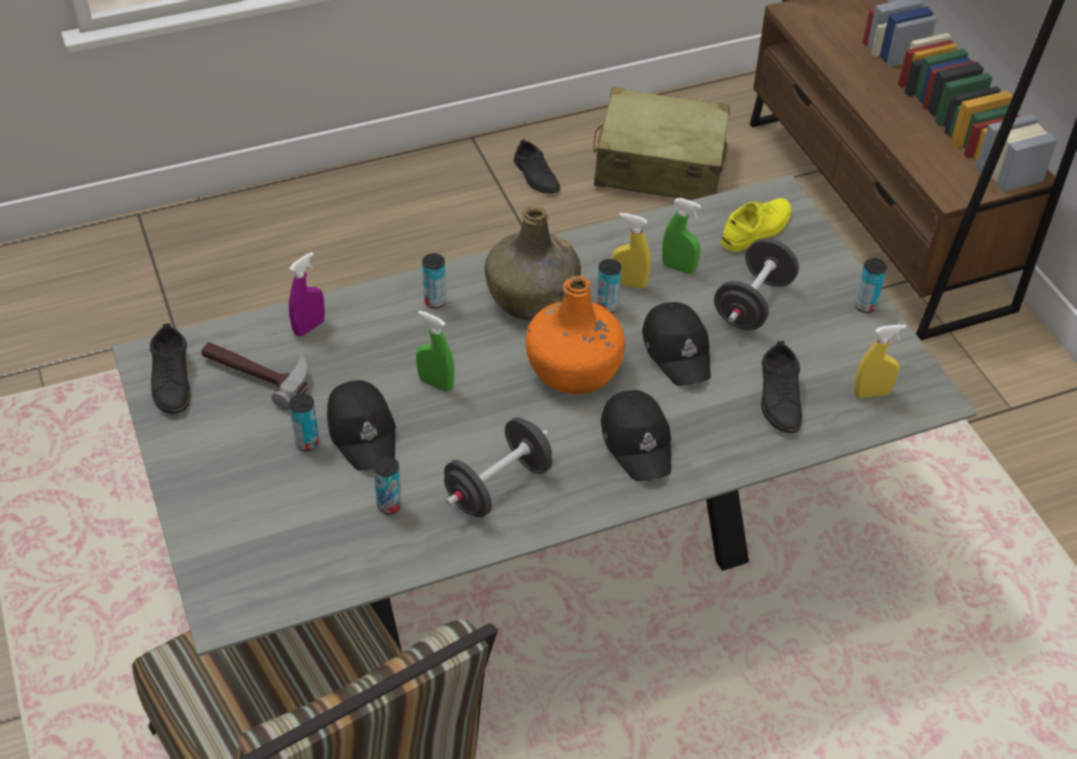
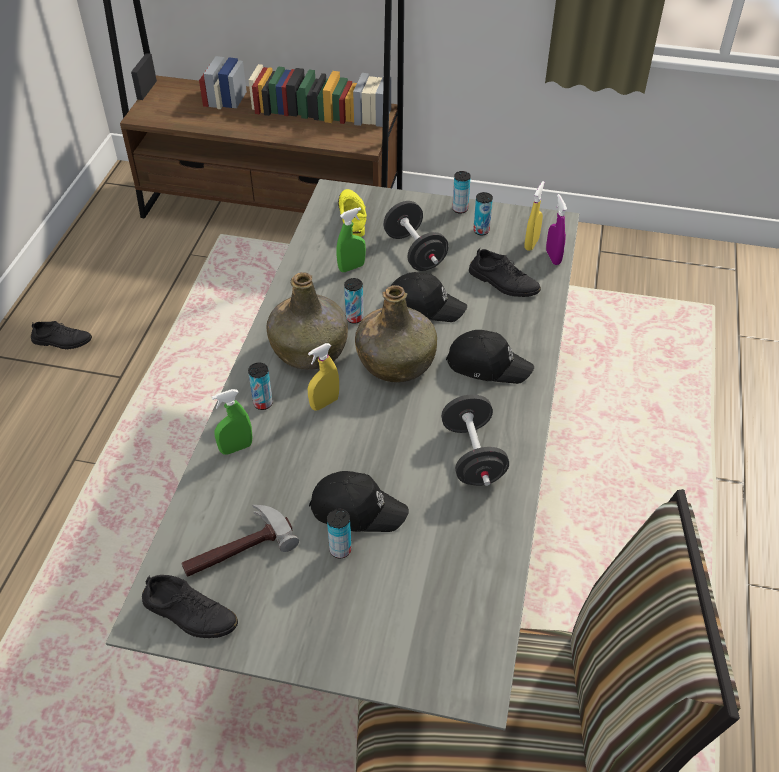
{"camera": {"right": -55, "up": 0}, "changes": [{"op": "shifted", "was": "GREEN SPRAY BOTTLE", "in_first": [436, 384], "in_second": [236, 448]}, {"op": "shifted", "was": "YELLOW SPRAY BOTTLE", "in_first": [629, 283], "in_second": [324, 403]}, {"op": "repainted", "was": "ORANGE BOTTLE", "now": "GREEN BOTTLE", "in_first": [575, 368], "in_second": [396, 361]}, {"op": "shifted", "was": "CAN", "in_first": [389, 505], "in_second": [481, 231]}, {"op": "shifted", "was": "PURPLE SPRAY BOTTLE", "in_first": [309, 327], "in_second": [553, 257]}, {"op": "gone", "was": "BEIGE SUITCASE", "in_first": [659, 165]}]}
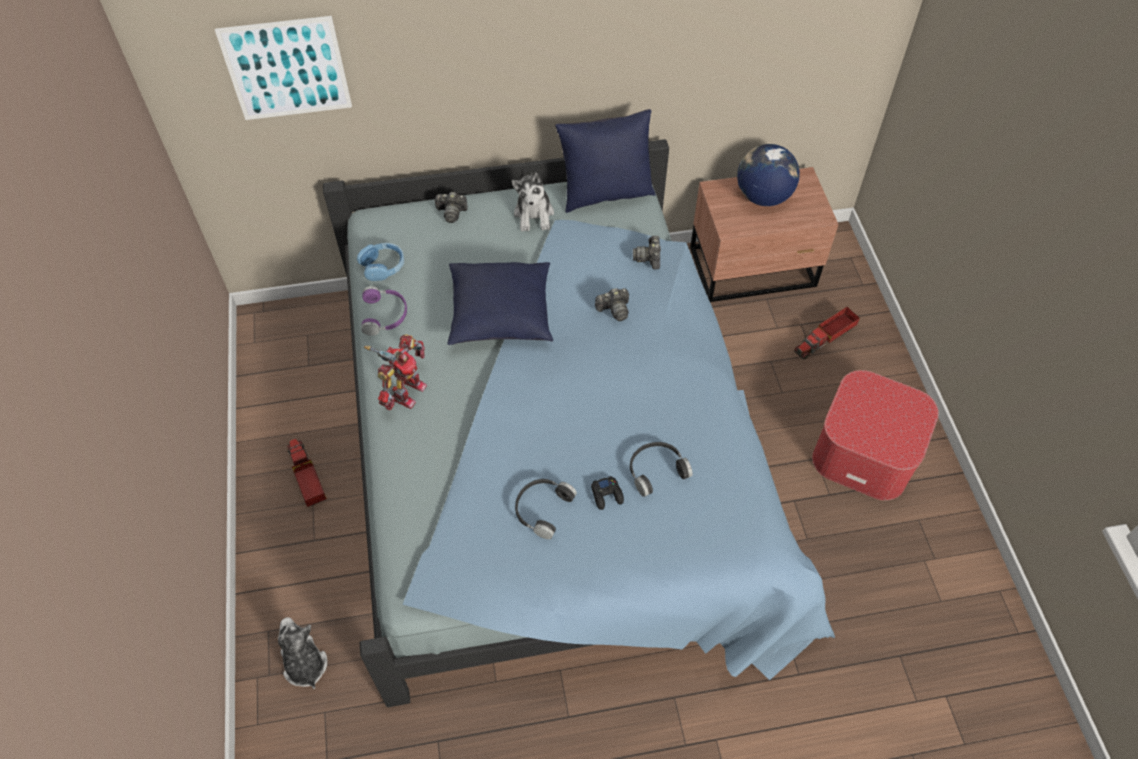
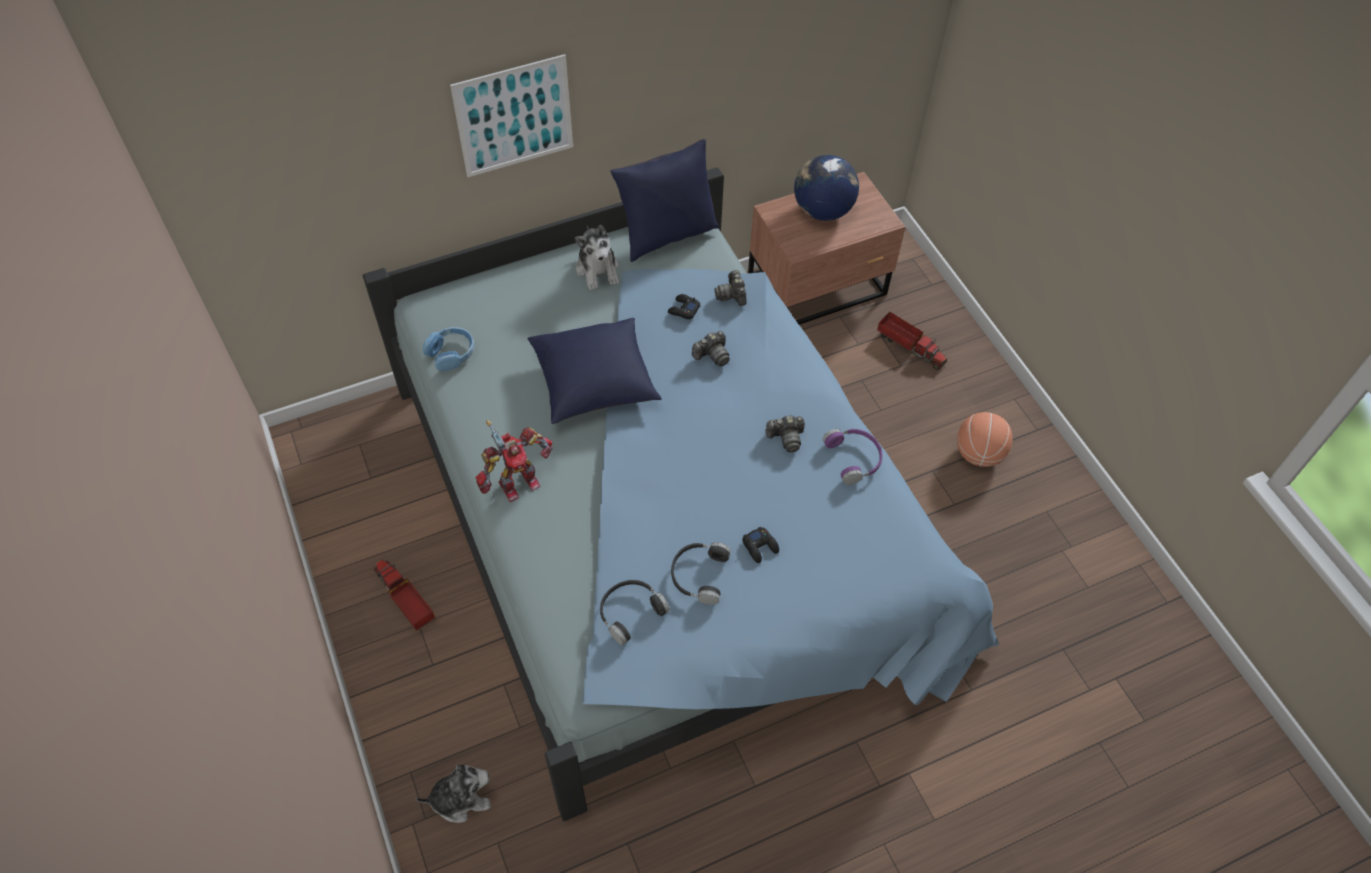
{"camera": {"right": -15, "up": 0}, "changes": [{"op": "rotated", "was": "PLUSH TOY", "in_first": [304, 664], "in_second": [461, 797], "clockwise": 120}, {"op": "shifted", "was": "PICTURE", "in_first": [286, 69], "in_second": [514, 116]}, {"op": "rotated", "was": "TOY ROBOT", "in_first": [406, 391], "in_second": [517, 482], "clockwise": 45}, {"op": "shifted", "was": "BLACK HEADPHONES", "in_first": [656, 470], "in_second": [629, 611]}, {"op": "new", "now": "BLACK GAME CONTROLLER", "in_second": [683, 309]}, {"op": "shifted", "was": "PHOTO CAMERA", "in_first": [451, 212], "in_second": [786, 438]}, {"op": "shifted", "was": "PURPLE HEADPHONES", "in_first": [385, 315], "in_second": [854, 458]}, {"op": "rotated", "was": "TOY TRUCK", "in_first": [825, 338], "in_second": [909, 346], "clockwise": -90}, {"op": "swapped", "was": "OTTOMAN", "now": "BASKETBALL", "in_first": [866, 451], "in_second": [978, 453]}]}
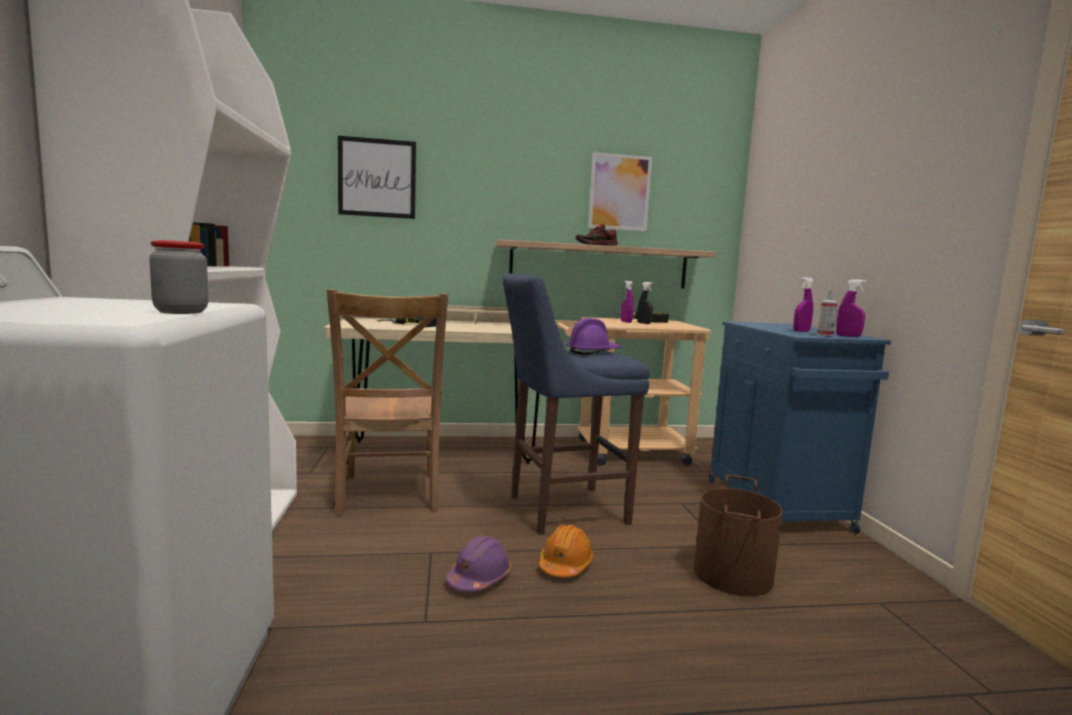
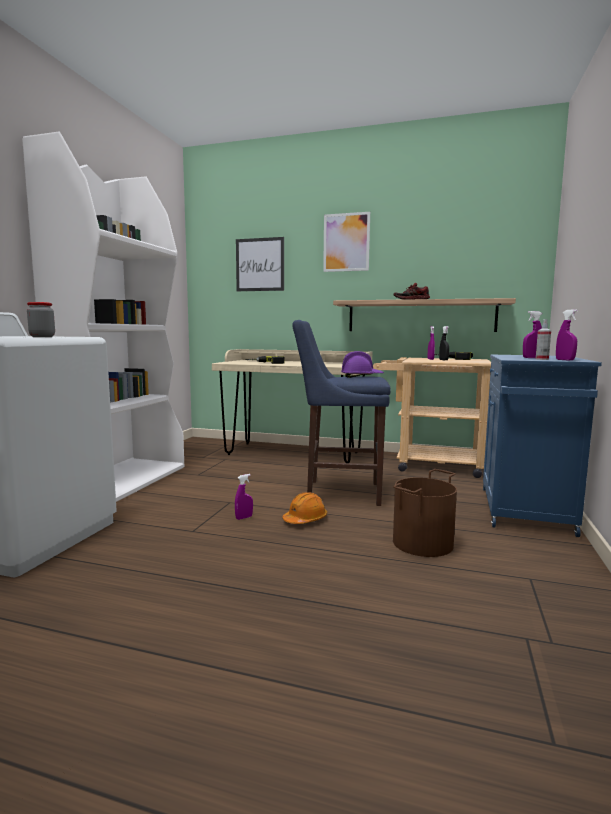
{"camera": {"right": 25, "up": 0}, "changes": [{"op": "swapped", "was": "PURPLE HARD HAT", "now": "PURPLE SPRAY BOTTLE", "in_first": [479, 578], "in_second": [244, 517]}, {"op": "shifted", "was": "PICTURE", "in_first": [619, 192], "in_second": [346, 242]}, {"op": "gone", "was": "BROWN CHAIR", "in_first": [388, 495]}]}
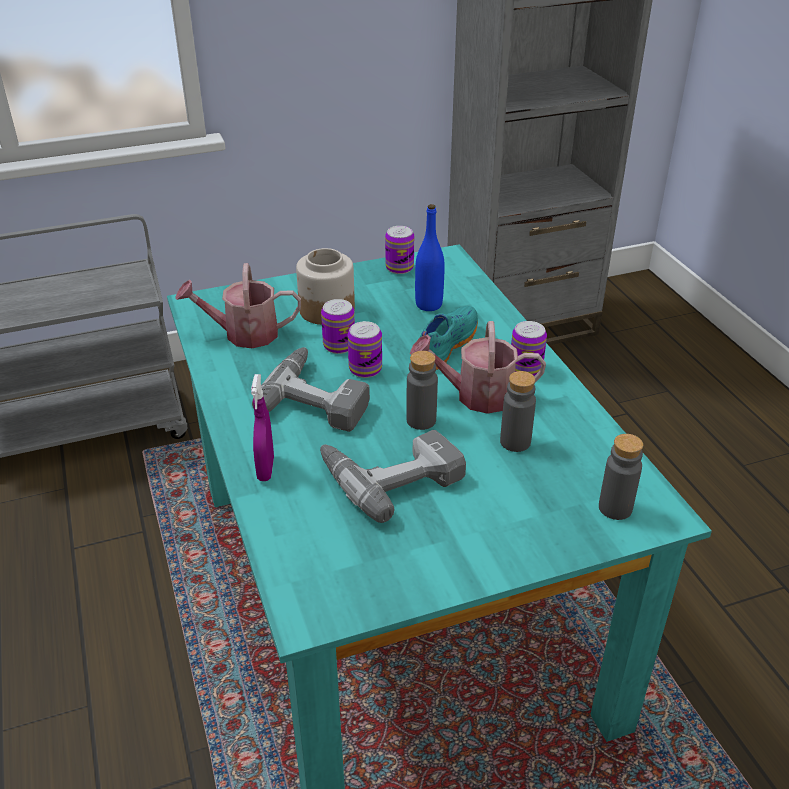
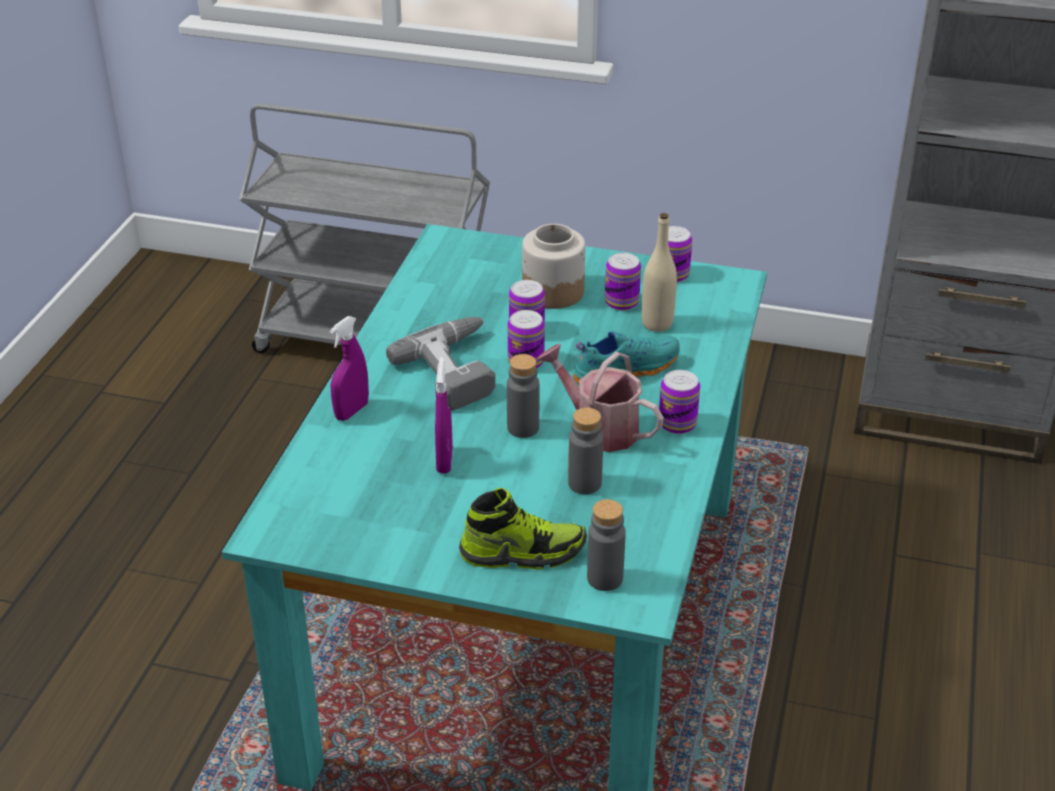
{"camera": {"right": 35, "up": 0}, "changes": [{"op": "swapped", "was": "POWER DRILL", "now": "PURPLE SPRAY BOTTLE", "in_first": [390, 474], "in_second": [444, 461]}, {"op": "new", "now": "SHOE", "in_second": [522, 552]}, {"op": "new", "now": "CAN", "in_second": [621, 302]}, {"op": "repainted", "was": "BLUE BOTTLE", "now": "BEIGE BOTTLE", "in_first": [428, 305], "in_second": [657, 324]}, {"op": "gone", "was": "WATERING CAN", "in_first": [243, 334]}]}
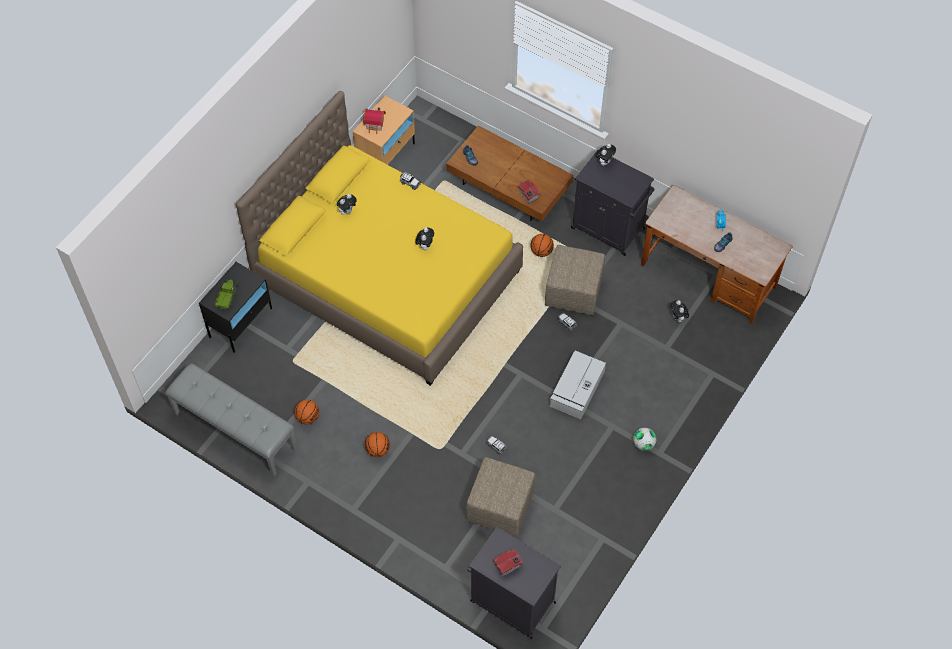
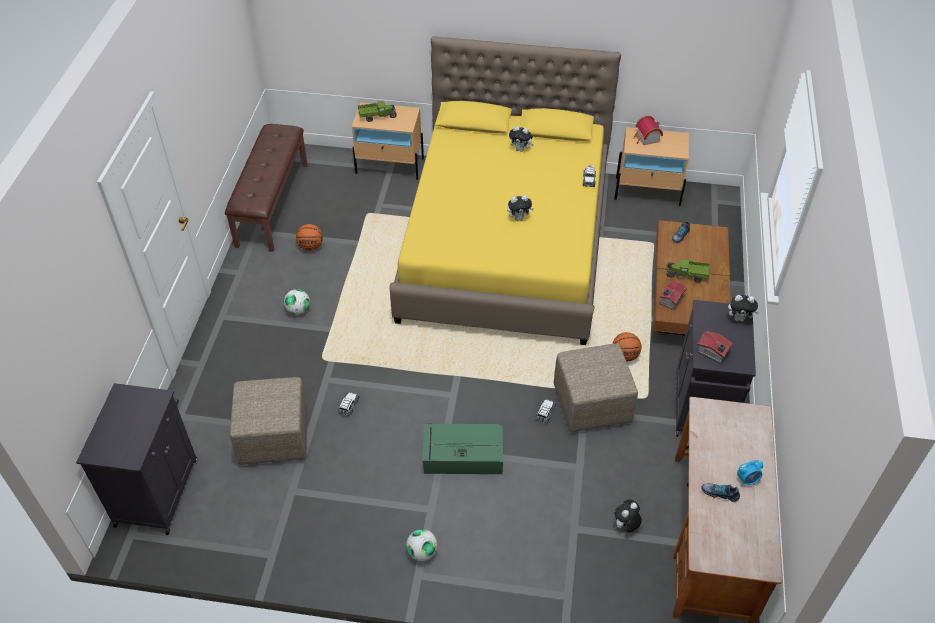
{"camera": {"right": 65, "up": -10}, "changes": [{"op": "repainted", "was": "GREY BENCH", "now": "BROWN BENCH", "in_first": [234, 431], "in_second": [271, 204]}, {"op": "swapped", "was": "BASKETBALL", "now": "FOOTBALL", "in_first": [377, 450], "in_second": [298, 310]}, {"op": "repainted", "was": "BLACK NIGHTSTAND", "now": "BEIGE NIGHTSTAND", "in_first": [241, 322], "in_second": [390, 166]}, {"op": "repainted", "was": "GREY STORAGE BOX", "now": "GREEN STORAGE BOX", "in_first": [576, 389], "in_second": [461, 455]}, {"op": "new", "now": "TOY TRUCK", "in_second": [687, 275]}, {"op": "shifted", "was": "TOY HOUSE", "in_first": [508, 566], "in_second": [713, 353]}]}
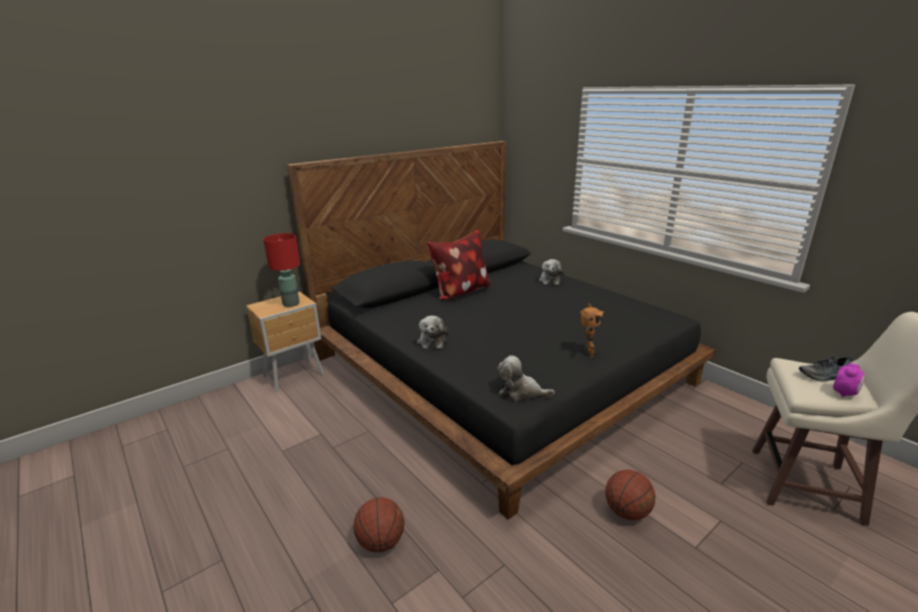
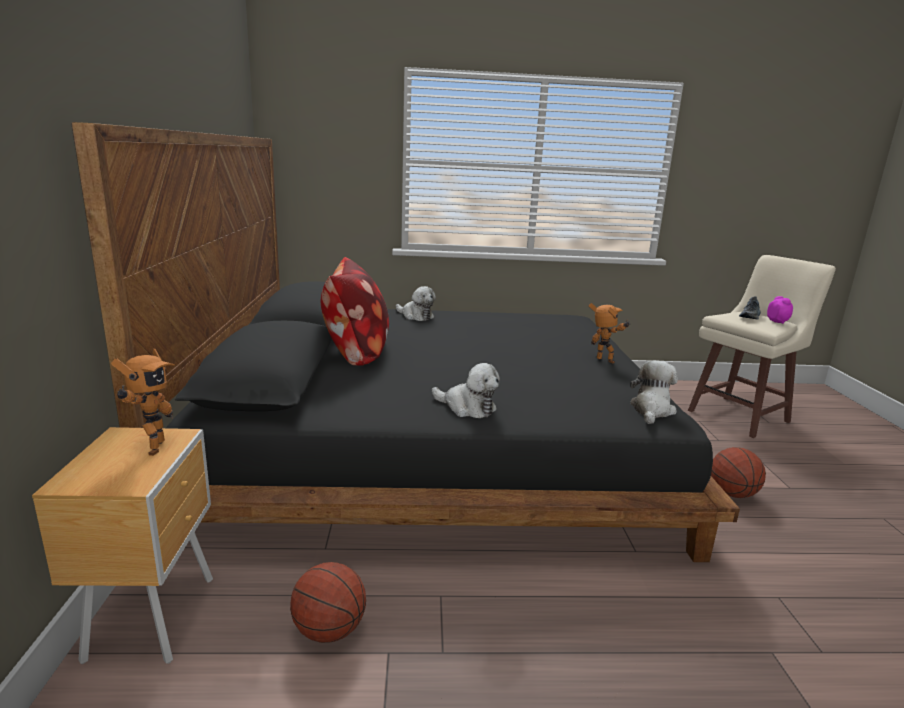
{"camera": {"right": -55, "up": -5}, "changes": [{"op": "swapped", "was": "RED TABLE LAMP", "now": "TOY ROBOT", "in_first": [291, 303], "in_second": [151, 448]}, {"op": "shifted", "was": "BASKETBALL", "in_first": [381, 542], "in_second": [329, 630]}, {"op": "rotated", "was": "PLUSH TOY", "in_first": [521, 392], "in_second": [651, 410], "clockwise": 150}]}
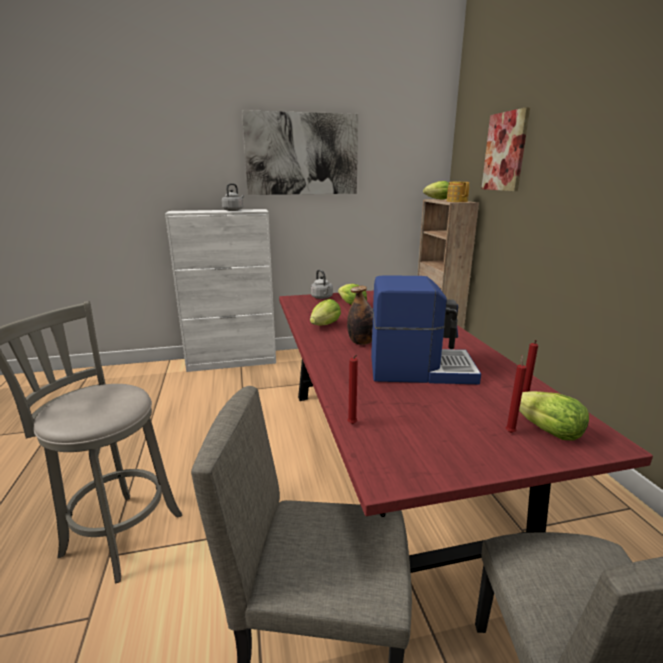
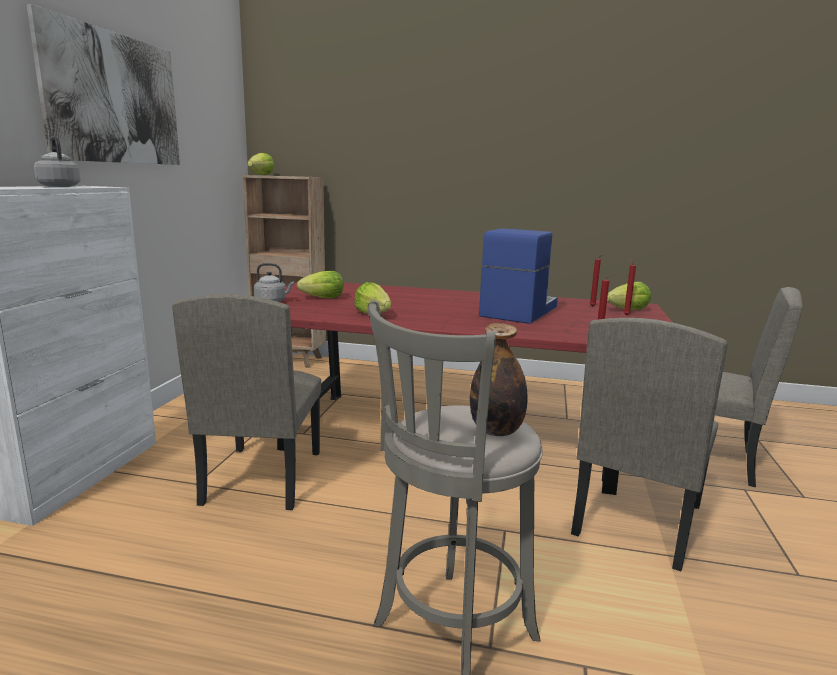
{"camera": {"right": -65, "up": -5}, "changes": [{"op": "new", "now": "BEIGE CHAIR", "in_second": [262, 477]}, {"op": "shifted", "was": "BOTTLE", "in_first": [361, 342], "in_second": [496, 431]}, {"op": "gone", "was": "TEAPOT", "in_first": [457, 201]}, {"op": "gone", "was": "PICTURE", "in_first": [505, 152]}]}
